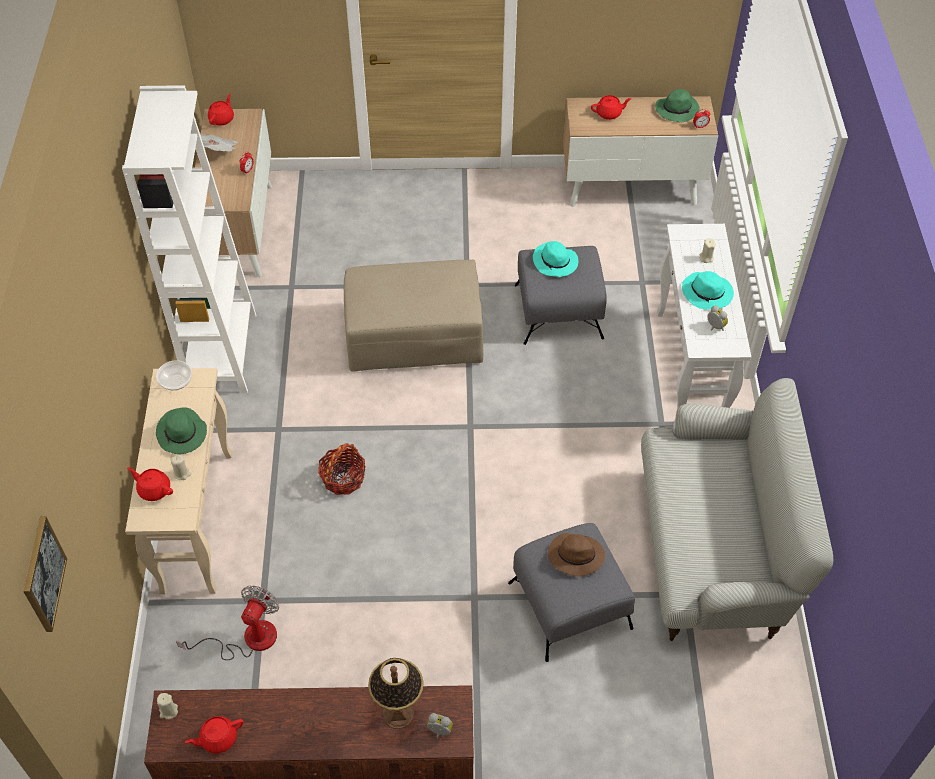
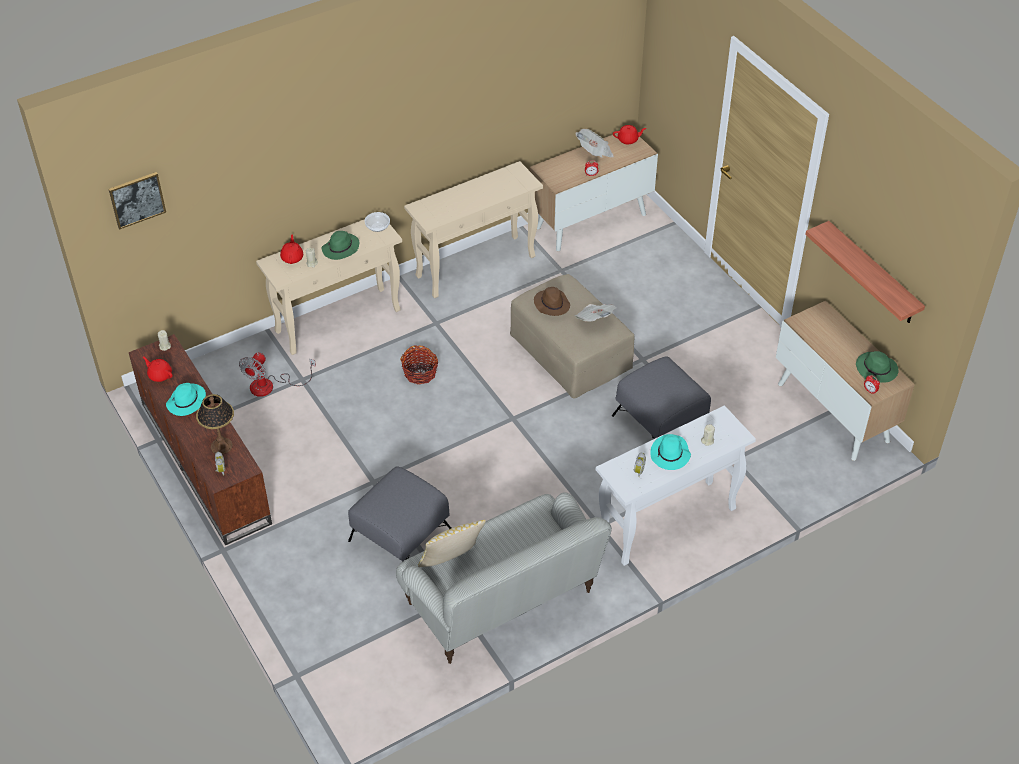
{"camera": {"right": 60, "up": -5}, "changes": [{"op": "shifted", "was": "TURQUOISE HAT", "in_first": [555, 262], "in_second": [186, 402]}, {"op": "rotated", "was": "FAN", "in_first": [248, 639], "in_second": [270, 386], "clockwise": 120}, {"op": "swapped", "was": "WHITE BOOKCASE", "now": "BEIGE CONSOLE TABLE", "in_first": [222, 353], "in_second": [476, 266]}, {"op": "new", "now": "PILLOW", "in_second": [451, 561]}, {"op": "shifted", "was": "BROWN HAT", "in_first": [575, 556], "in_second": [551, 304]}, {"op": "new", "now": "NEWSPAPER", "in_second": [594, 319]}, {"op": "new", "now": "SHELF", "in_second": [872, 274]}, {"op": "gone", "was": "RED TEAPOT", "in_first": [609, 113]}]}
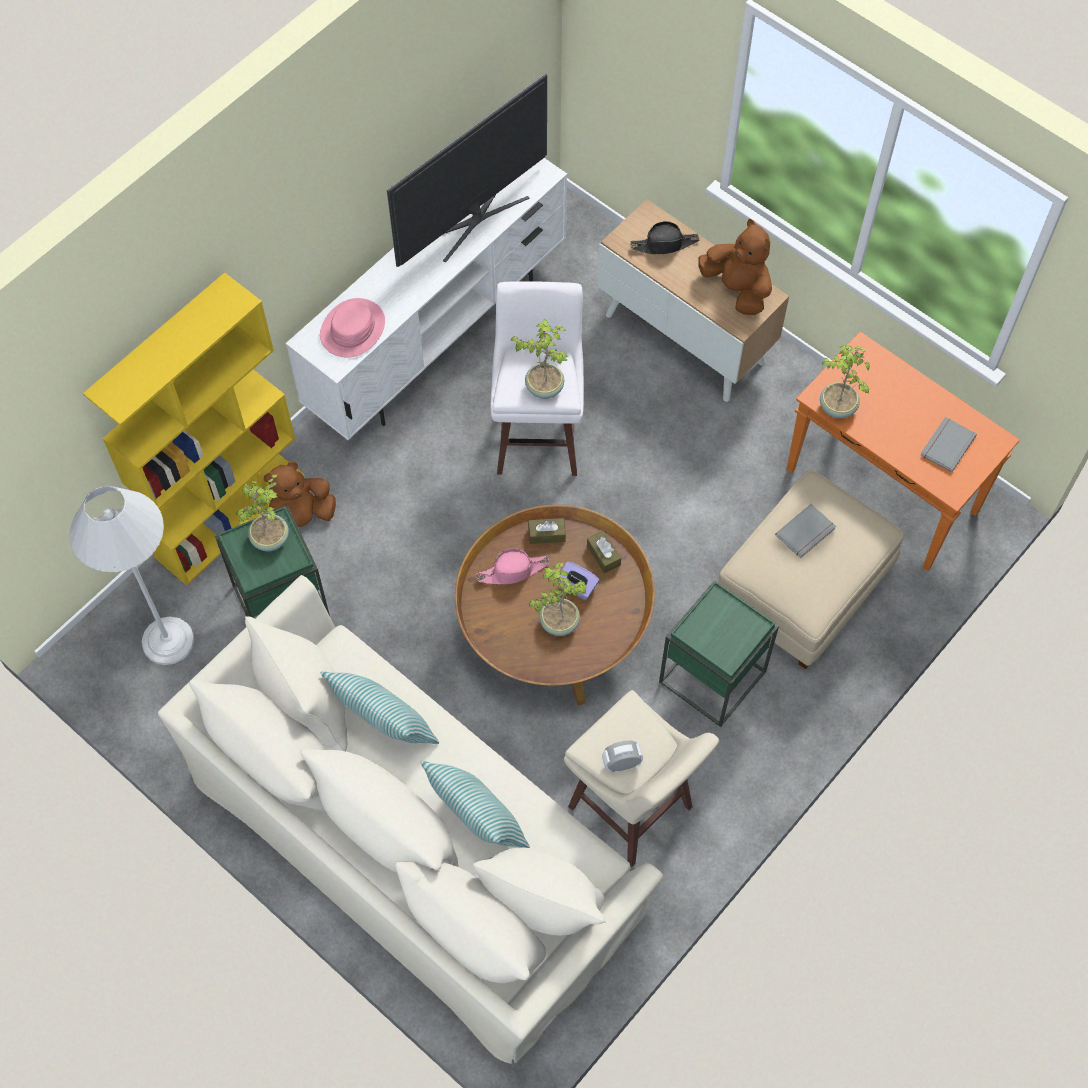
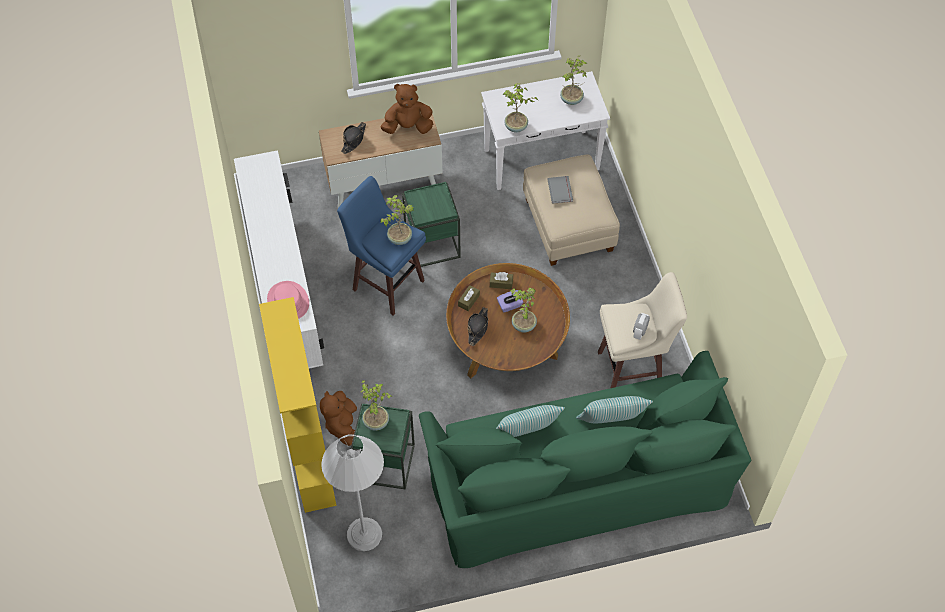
{"camera": {"right": -55, "up": -5}, "changes": [{"op": "repainted", "was": "WHITE STOOL", "now": "BLUE STOOL", "in_first": [538, 437], "in_second": [387, 283]}, {"op": "shifted", "was": "GREEN SIDE TABLE", "in_first": [712, 677], "in_second": [432, 244]}, {"op": "repainted", "was": "BEIGE SOFA", "now": "GREEN SOFA", "in_first": [415, 839], "in_second": [576, 478]}, {"op": "repainted", "was": "PINK HAT", "now": "BLACK HAT", "in_first": [513, 571], "in_second": [478, 328]}, {"op": "repainted", "was": "ORANGE CONSOLE TABLE", "now": "WHITE CONSOLE TABLE", "in_first": [883, 491], "in_second": [542, 159]}, {"op": "swapped", "was": "GREY BOOK", "now": "POTTED PLANT", "in_first": [946, 445], "in_second": [572, 99]}, {"op": "gone", "was": "TELEVISION", "in_first": [474, 218]}]}
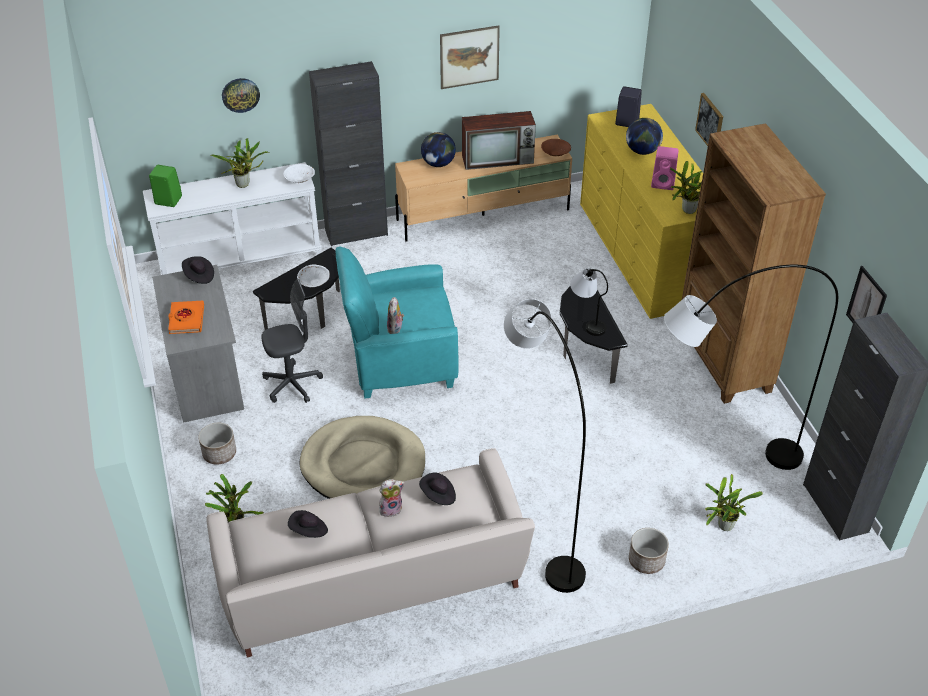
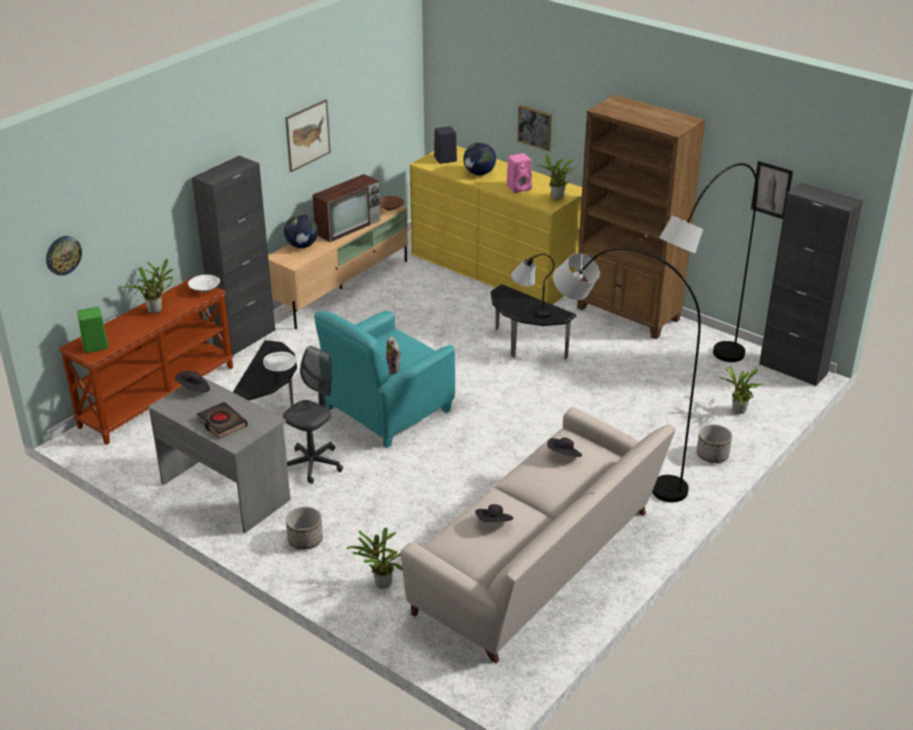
{"camera": {"right": -35, "up": -10}, "changes": [{"op": "shifted", "was": "WALL CLOCK", "in_first": [240, 94], "in_second": [63, 255]}, {"op": "repainted", "was": "WHITE CONSOLE TABLE", "now": "BROWN CONSOLE TABLE", "in_first": [241, 258], "in_second": [157, 396]}, {"op": "repainted", "was": "ORANGE BOOK", "now": "BLACK BOOK", "in_first": [186, 320], "in_second": [222, 423]}, {"op": "gone", "was": "BEIGE DOG BED", "in_first": [363, 465]}, {"op": "gone", "was": "PLUSH TOY", "in_first": [391, 508]}]}
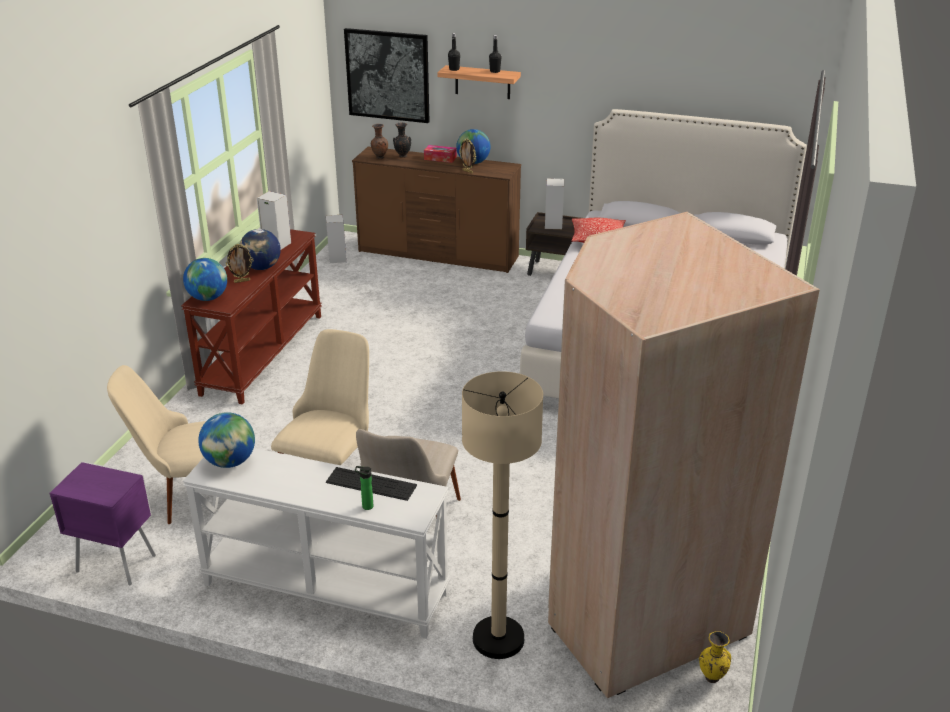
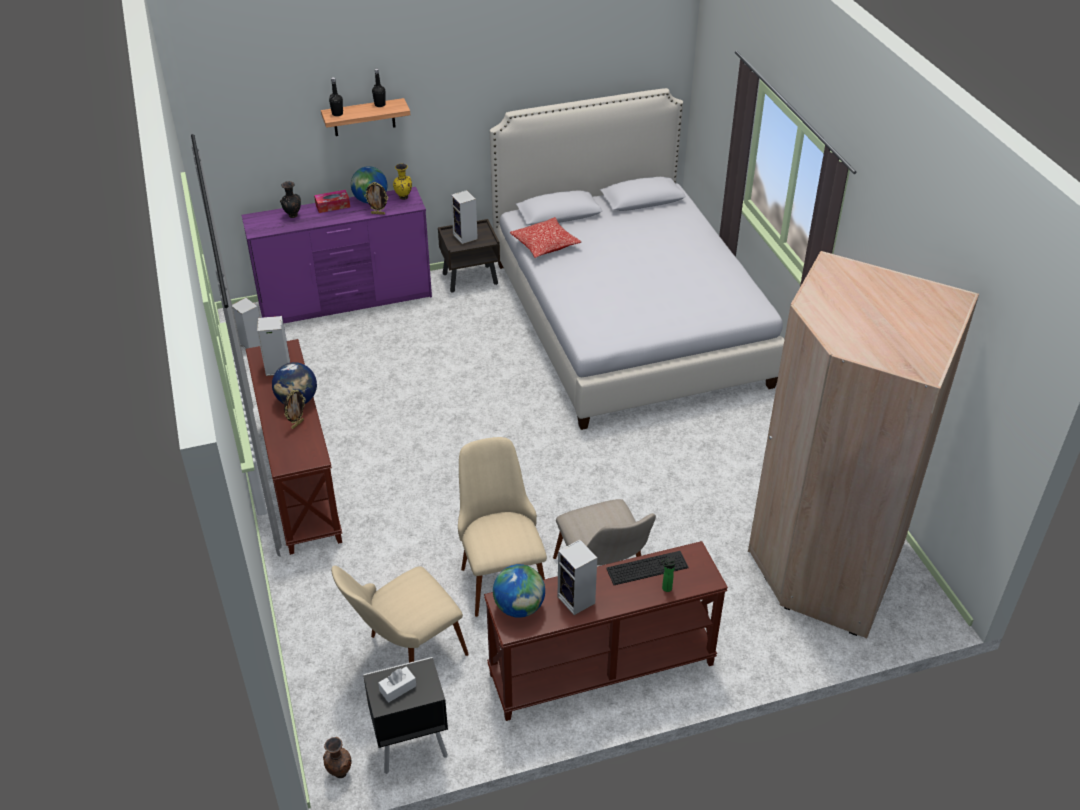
{"camera": {"right": -35, "up": 10}, "changes": [{"op": "repainted", "was": "BROWN DRESSER", "now": "PURPLE DRESSER", "in_first": [438, 254], "in_second": [346, 301]}, {"op": "shifted", "was": "BROWN VASE", "in_first": [379, 157], "in_second": [339, 773]}, {"op": "repainted", "was": "PURPLE NIGHTSTAND", "now": "BLACK NIGHTSTAND", "in_first": [115, 563], "in_second": [409, 746]}, {"op": "new", "now": "WHITE TISSUE BOX", "in_second": [397, 688]}, {"op": "shifted", "was": "YELLOW VASE", "in_first": [712, 679], "in_second": [404, 198]}, {"op": "repainted", "was": "WHITE CONSOLE TABLE", "now": "BROWN CONSOLE TABLE", "in_first": [324, 589], "in_second": [601, 670]}, {"op": "new", "now": "SPEAKER", "in_second": [577, 600]}, {"op": "gone", "was": "GLOBE", "in_first": [208, 298]}, {"op": "gone", "was": "PICTURE", "in_first": [388, 75]}, {"op": "gone", "was": "BEIGE FLOOR LAMP", "in_first": [498, 639]}]}
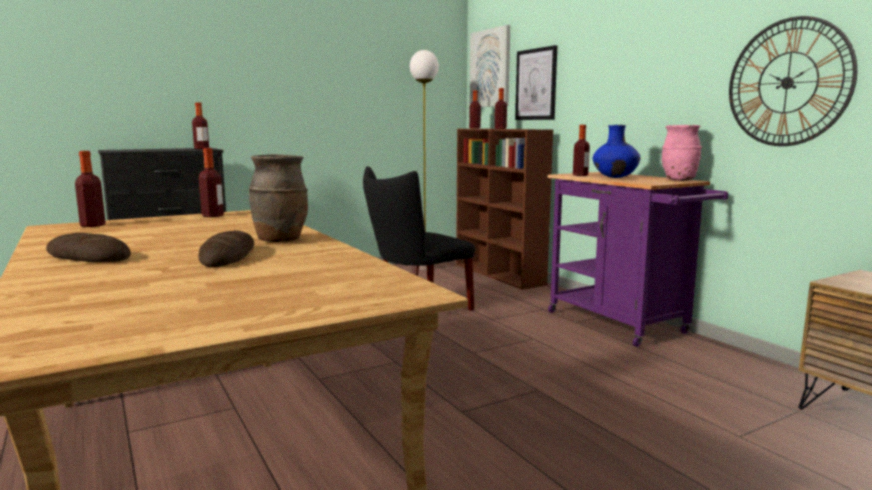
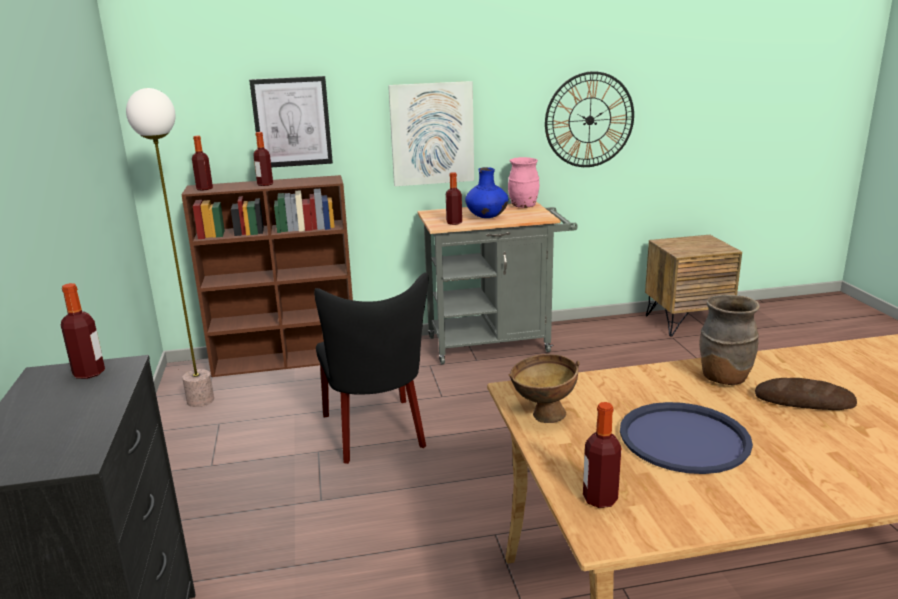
{"camera": {"right": -70, "up": 10}, "changes": [{"op": "shifted", "was": "PICTURE", "in_first": [490, 68], "in_second": [432, 133]}, {"op": "repainted", "was": "PURPLE CART", "now": "GREY CART", "in_first": [623, 324], "in_second": [496, 343]}, {"op": "swapped", "was": "BOTTLE", "now": "BROWN BOWL", "in_first": [212, 215], "in_second": [542, 416]}, {"op": "new", "now": "BLUE TRAY", "in_second": [684, 438]}, {"op": "gone", "was": "BREAD", "in_first": [88, 257]}]}
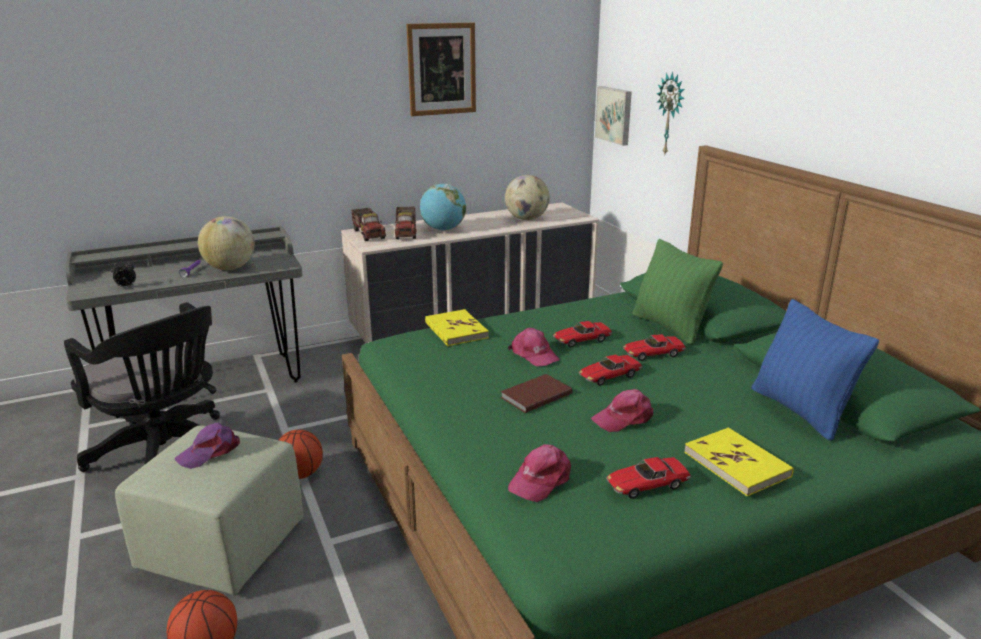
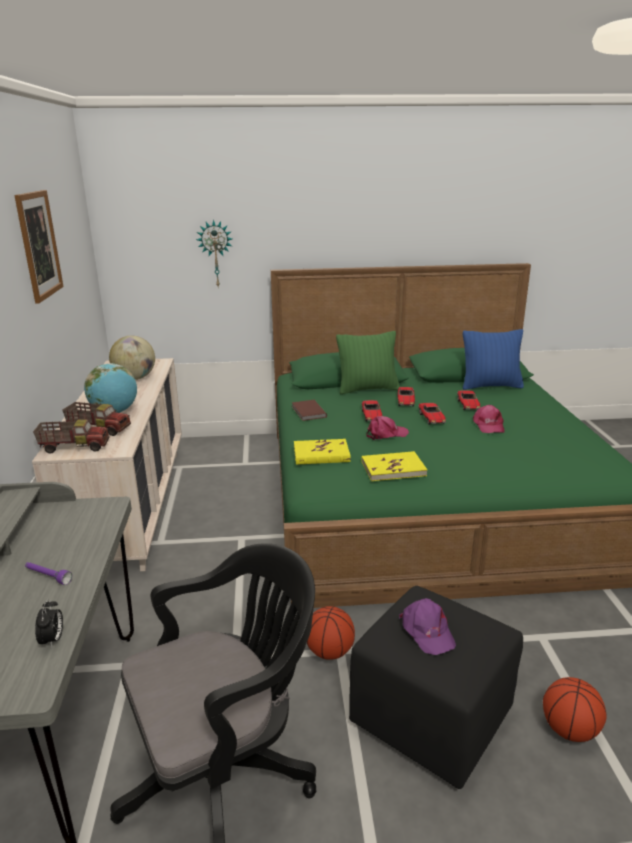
{"camera": {"right": -70, "up": 0}, "changes": [{"op": "shifted", "was": "BROWN BOOK", "in_first": [534, 395], "in_second": [308, 412]}, {"op": "repainted", "was": "GREEN OTTOMAN", "now": "BLACK OTTOMAN", "in_first": [223, 545], "in_second": [429, 717]}, {"op": "shifted", "was": "YELLOW BOOK", "in_first": [737, 464], "in_second": [393, 469]}, {"op": "shifted", "was": "TOY CAR", "in_first": [646, 485], "in_second": [468, 405]}, {"op": "gone", "was": "GLOBE", "in_first": [230, 268]}, {"op": "gone", "was": "PINK CAP", "in_first": [540, 480]}, {"op": "gone", "was": "PICTURE", "in_first": [615, 115]}]}
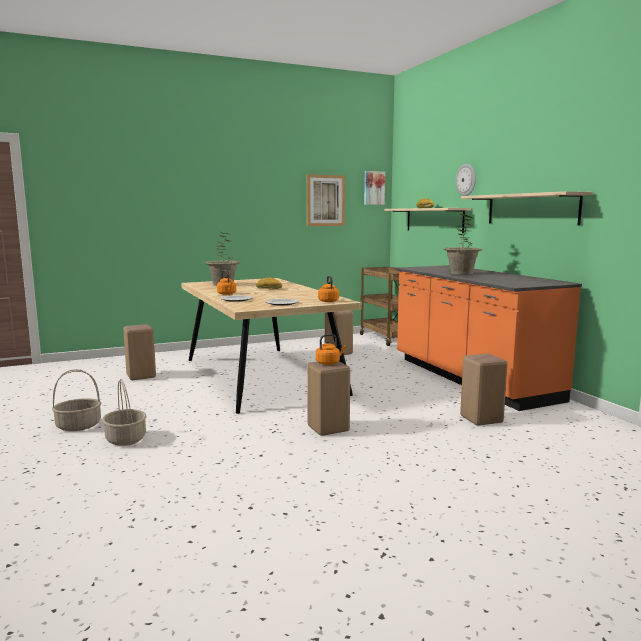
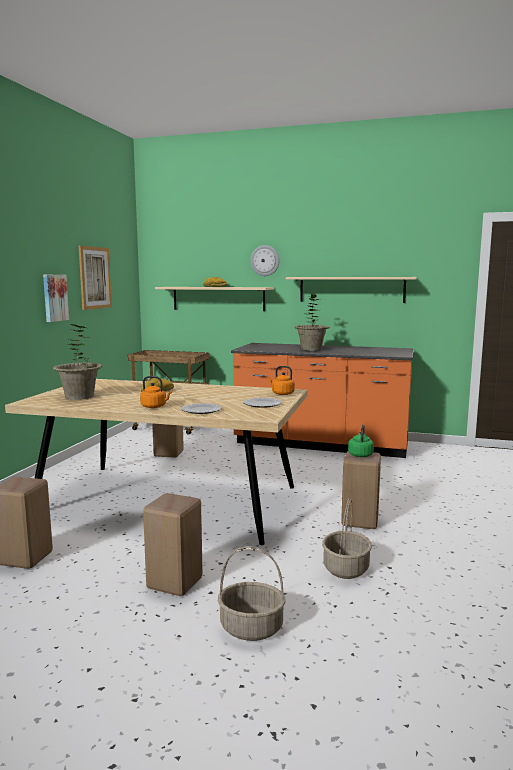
{"camera": {"right": -50, "up": 0}, "changes": [{"op": "shifted", "was": "PICTURE", "in_first": [373, 188], "in_second": [54, 298]}, {"op": "shifted", "was": "BEIGE STOOL", "in_first": [480, 419], "in_second": [173, 583]}, {"op": "shifted", "was": "BASKET", "in_first": [79, 425], "in_second": [345, 568]}, {"op": "repainted", "was": "ORANGE KETTLE", "now": "GREEN KETTLE", "in_first": [329, 363], "in_second": [360, 454]}]}
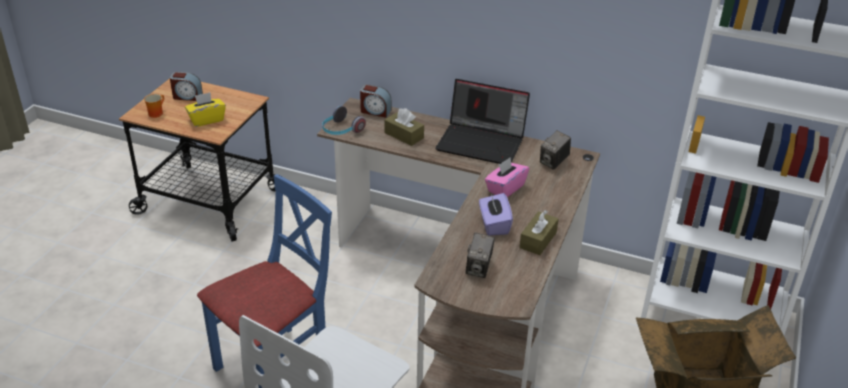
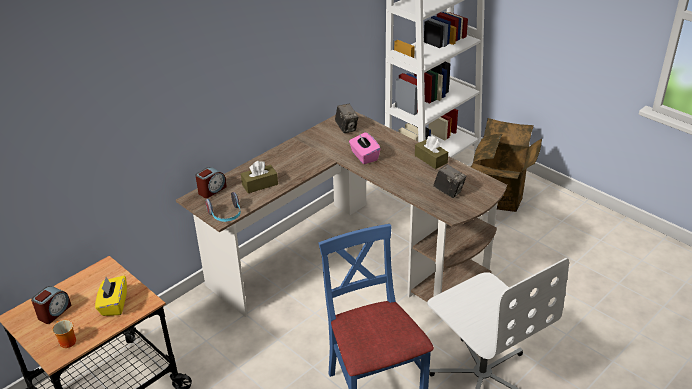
{"camera": {"right": -65, "up": 0}, "changes": [{"op": "gone", "was": "LAPTOP", "in_first": [482, 142]}, {"op": "gone", "was": "PURPLE TISSUE BOX", "in_first": [494, 225]}]}
